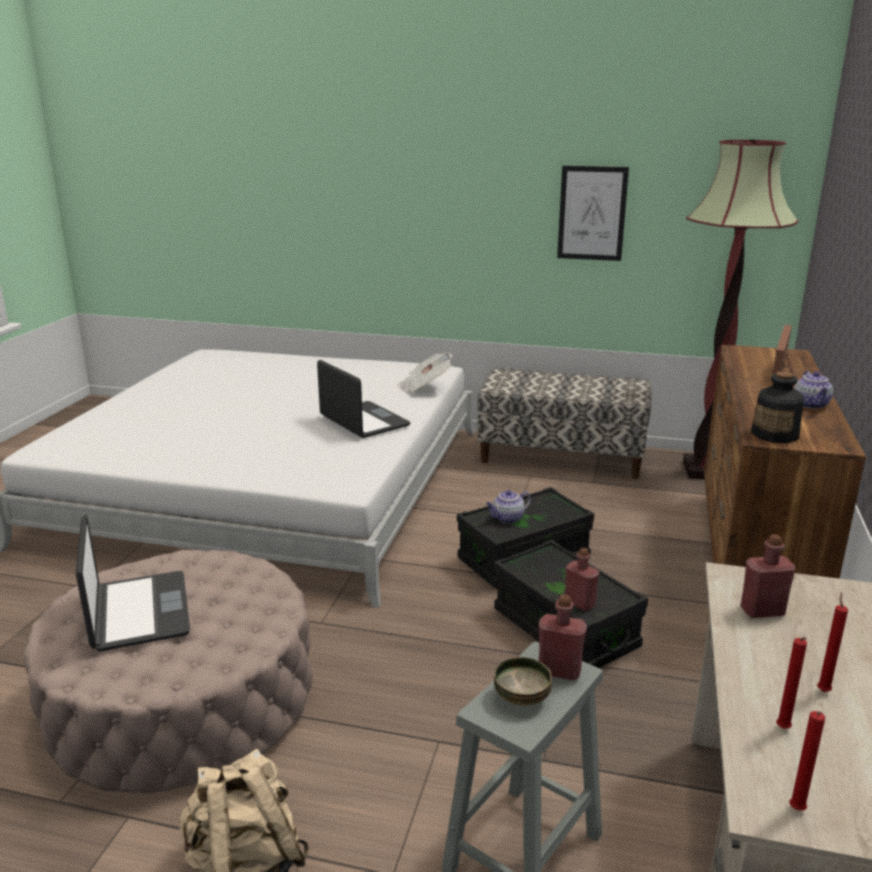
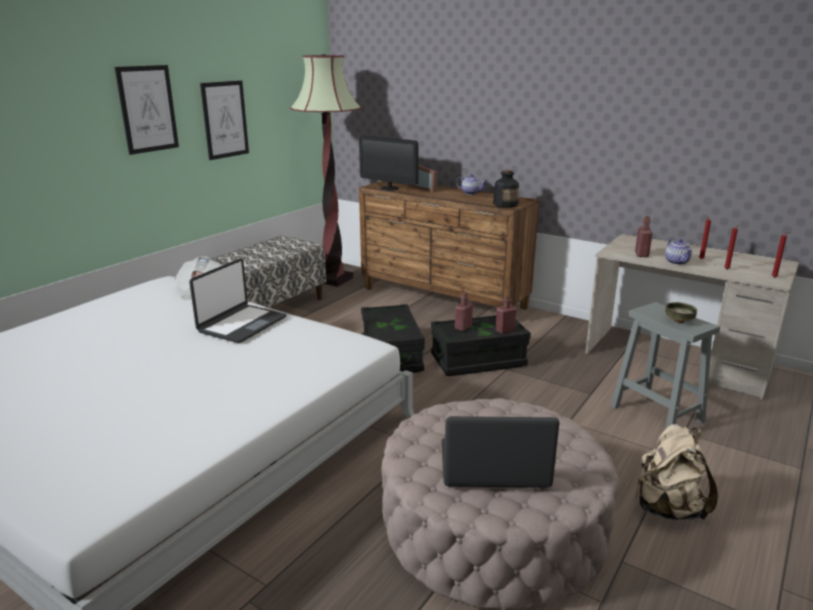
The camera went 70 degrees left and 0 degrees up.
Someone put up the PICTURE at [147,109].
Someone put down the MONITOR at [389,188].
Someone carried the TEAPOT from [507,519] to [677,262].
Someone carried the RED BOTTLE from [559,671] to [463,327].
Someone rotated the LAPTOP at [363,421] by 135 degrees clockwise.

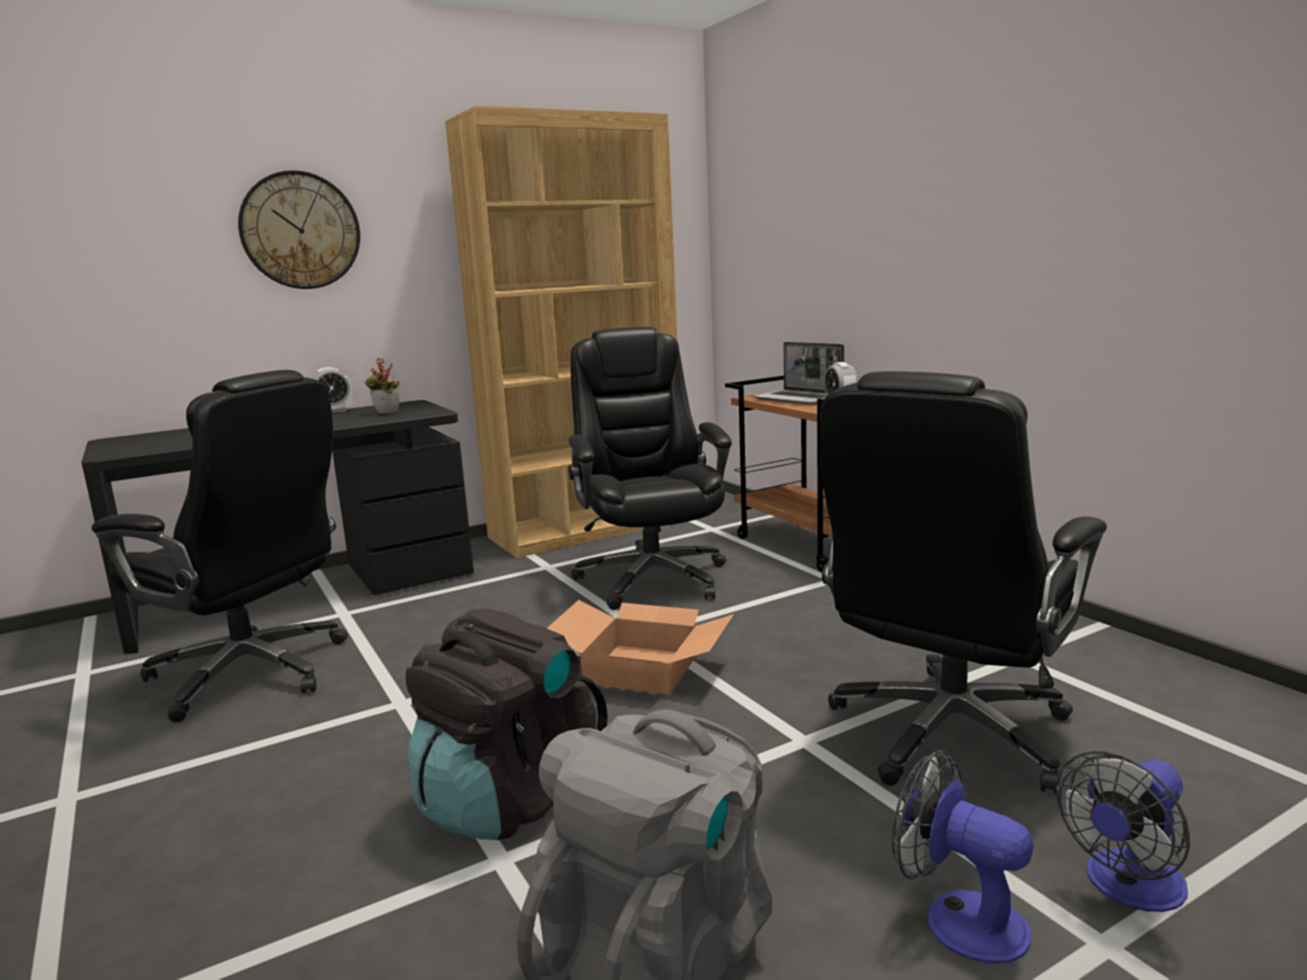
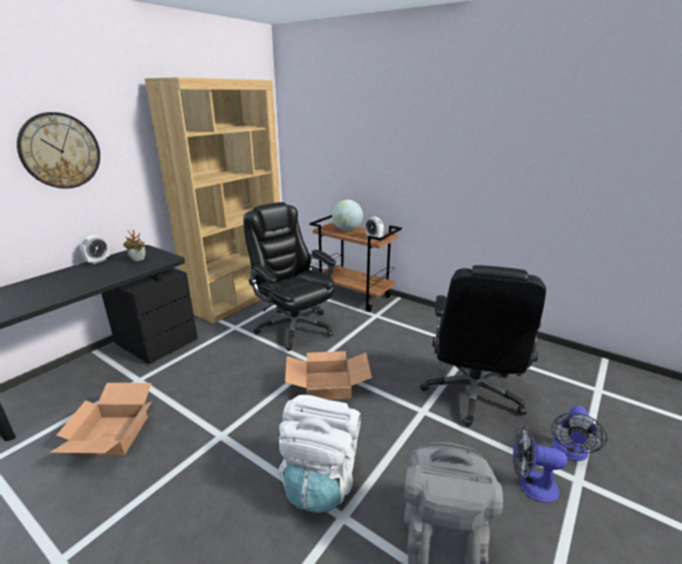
The camera went 25 degrees left and 10 degrees up.
Someone swapped the BLACK OFFICE CHAIR at [252,673] for the CARDBOARD BOX at [113,435].
Someone swapped the LAPTOP at [799,399] for the GLOBE at [347,230].
Someone repainted the BLACK BACKPACK at [509,798], which became the WHITE BACKPACK at [321,479].

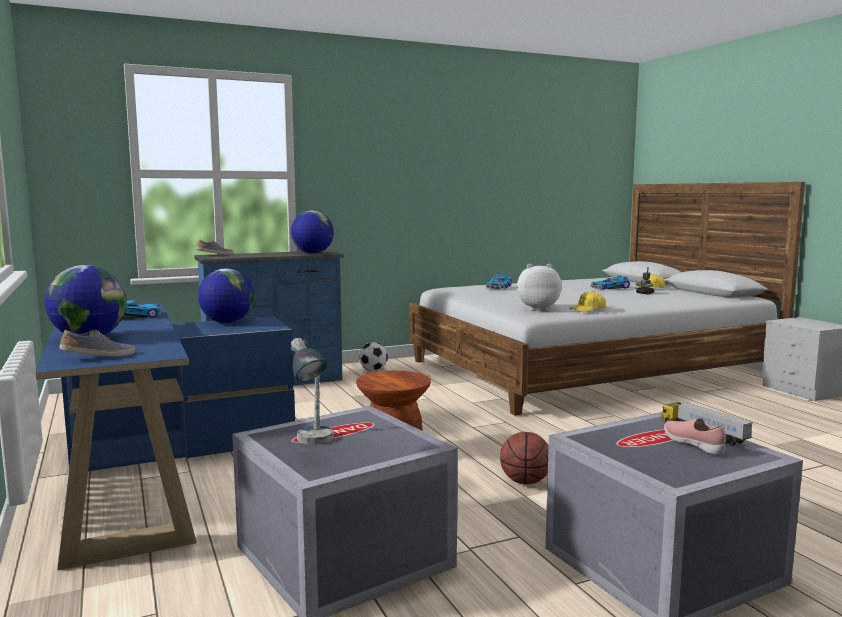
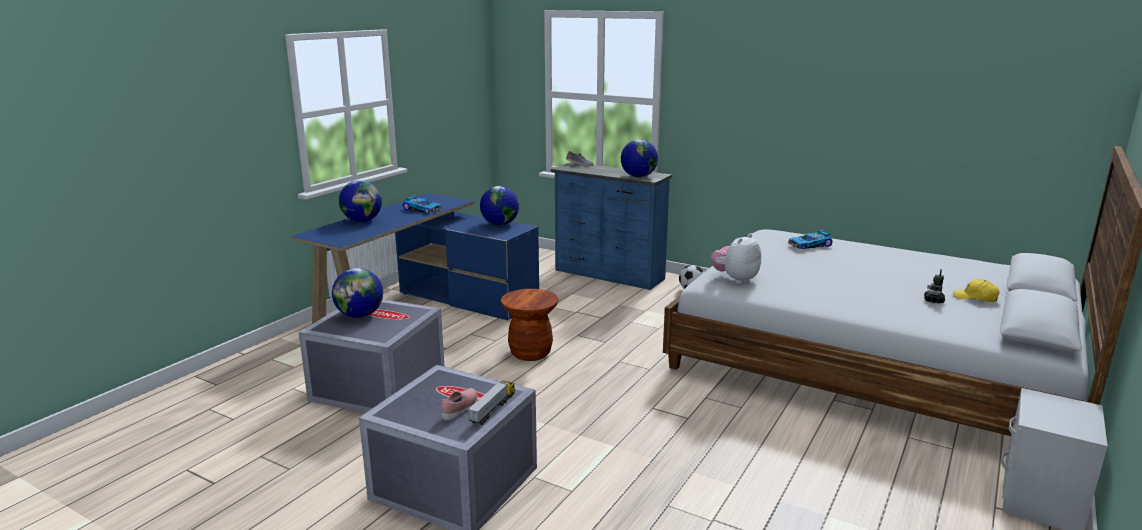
The camera went 55 degrees right and 10 degrees up.
Someone took away the SHOE at [99,357].
Someone took away the BASKETBALL at [525,481].
Someone took away the YELLOW CAP at [588,309].
Someone took away the TOY CAR at [610,288].
Someone swapped the TABLE LAMP at [314,444] for the GLOBE at [360,315].
Someone rotated the PLUSH TOY at [537,309] by 105 degrees counterclockwise.

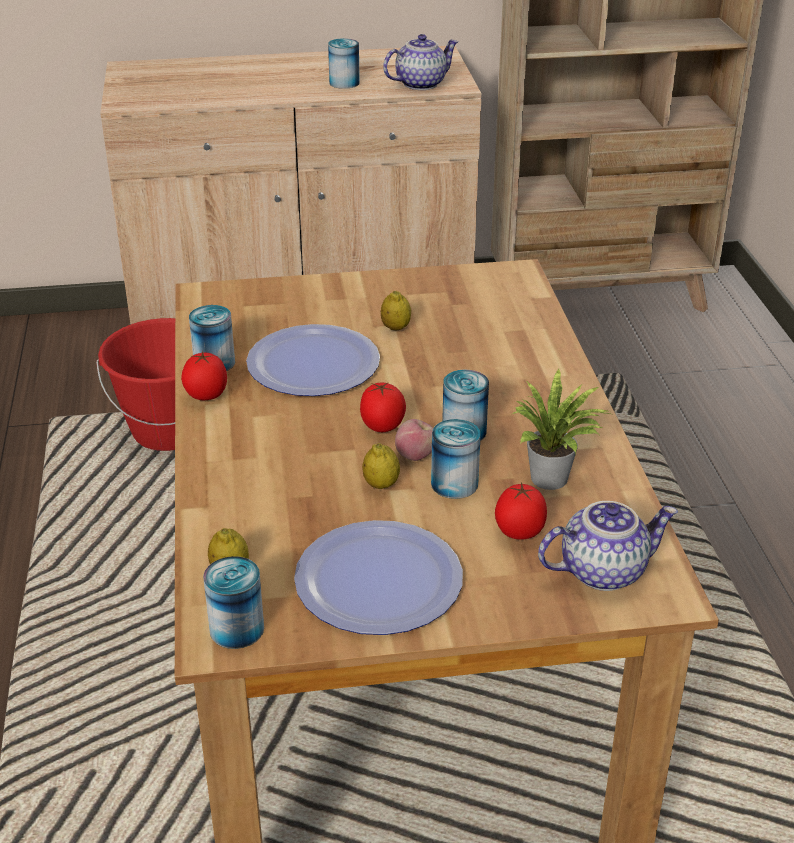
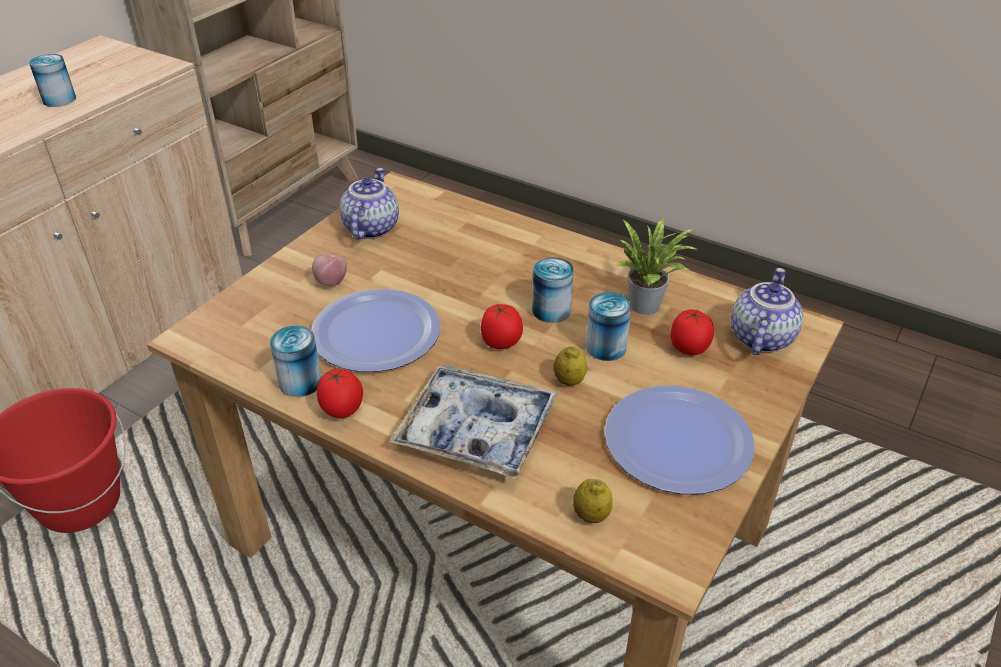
The camera went 50 degrees left and 5 degrees up.
Someone took away the CAN at [237,629].
Someone took away the LEMON at [395,328].
Someone put down the TRAY at [476,430].
Someone carried the TEAPOT from [420,84] to [370,228].
Someone carried the APPLE from [416,455] to [331,282].

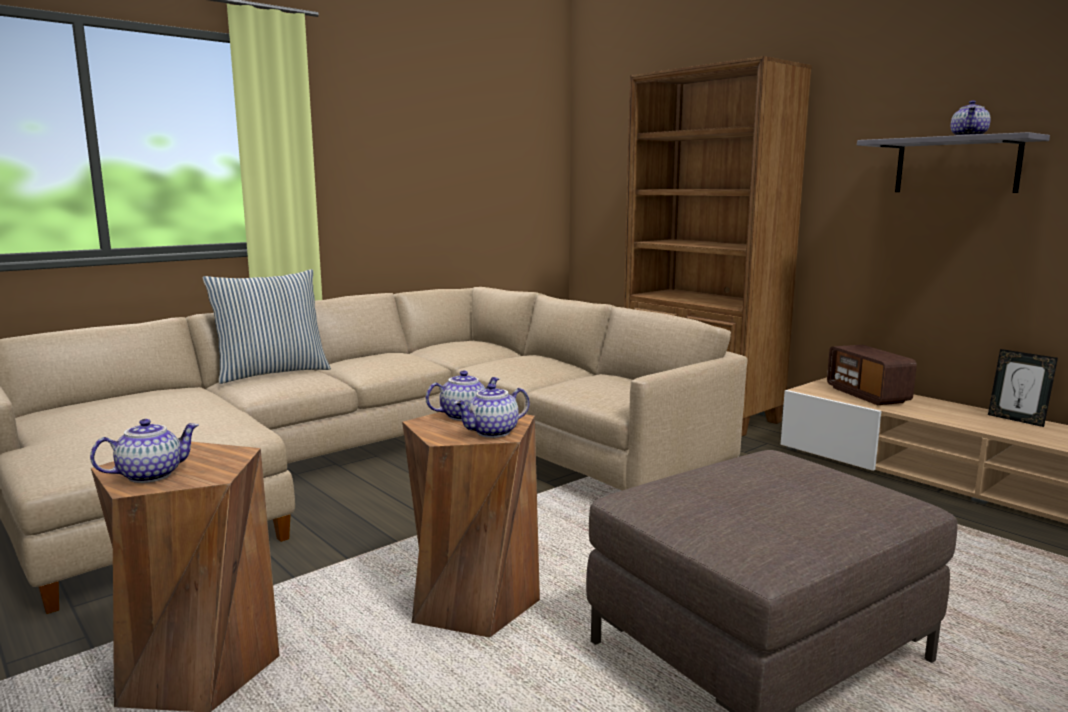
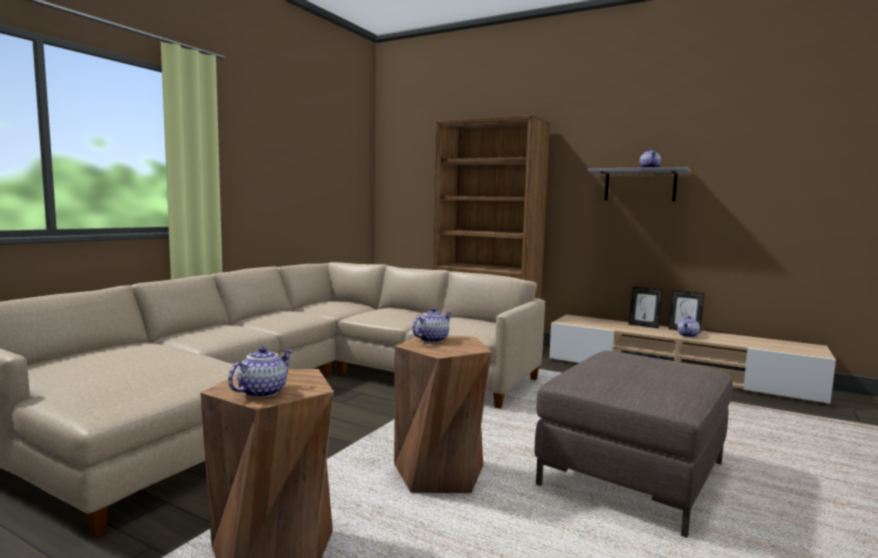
The camera went 20 degrees left and 5 degrees down.
Someone took away the PILLOW at [272,373].
Someone took away the RADIO at [867,395].
Someone put down the PICTURE FRAME at [644,325].
Someone carried the TEAPOT from [493,432] to [688,336].

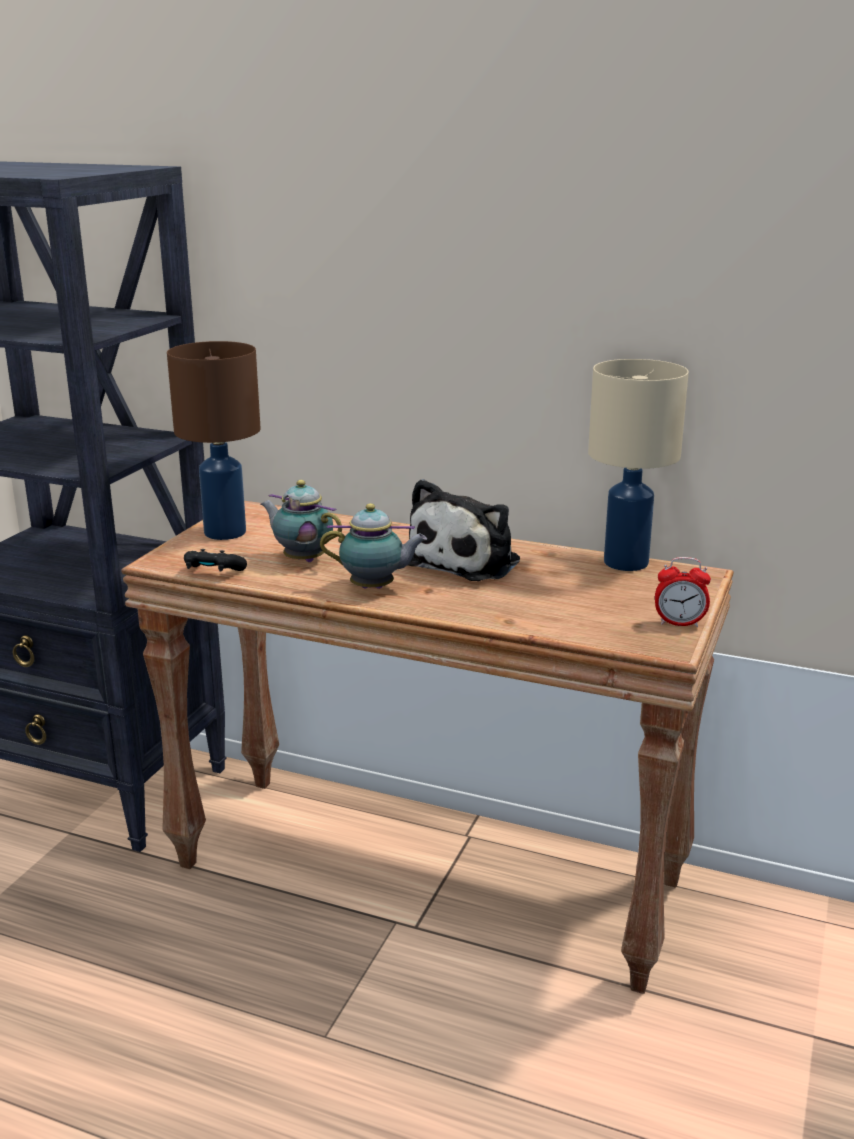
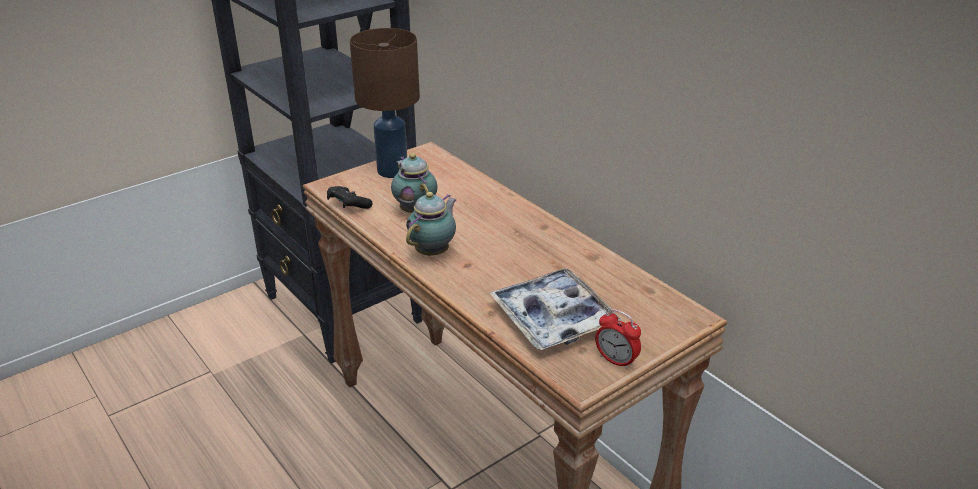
The camera went 30 degrees right and 10 degrees up.
Someone took away the PLUSH TOY at [468,561].
Someone took away the BEIGE TABLE LAMP at [627,562].
Someone put down the TRAY at [553,318].
Someone rotated the TEAPOT at [375,588] by 90 degrees counterclockwise.

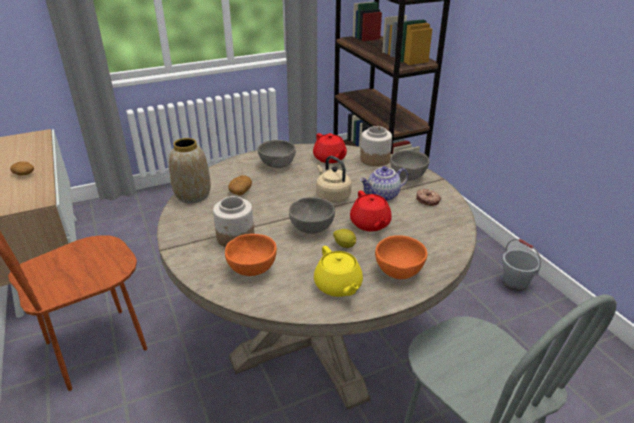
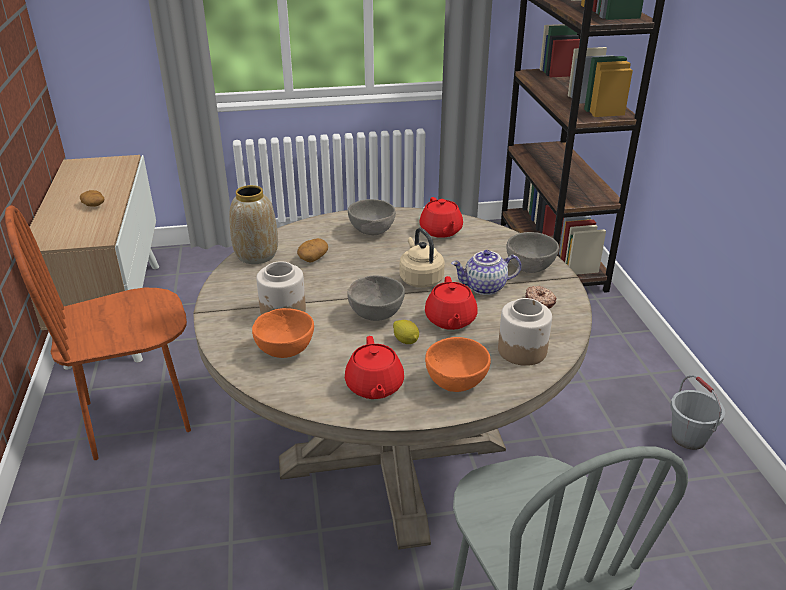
The camera went 15 degrees right and 0 degrees up.
Someone carried the JAR from [375,159] to [522,350].
Someone repainted the YELLOW TEAPOT at [338,286], which became the RED TEAPOT at [374,387].

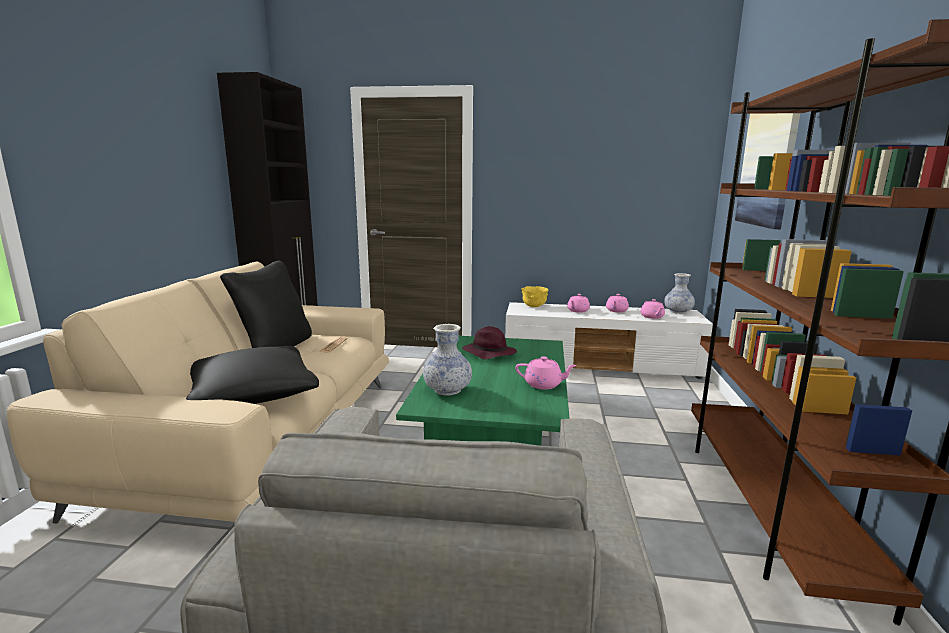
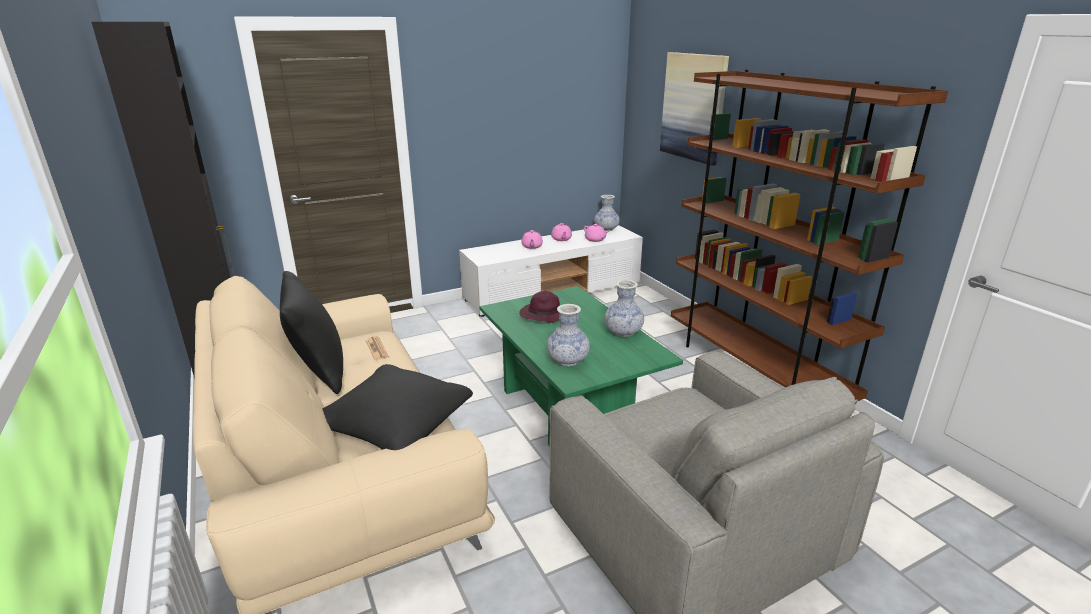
The camera went 35 degrees left and 10 degrees up.
Someone took away the YELLOW BOWL at [534,306].
Someone swapped the PINK TEAPOT at [544,384] for the VASE at [623,332].

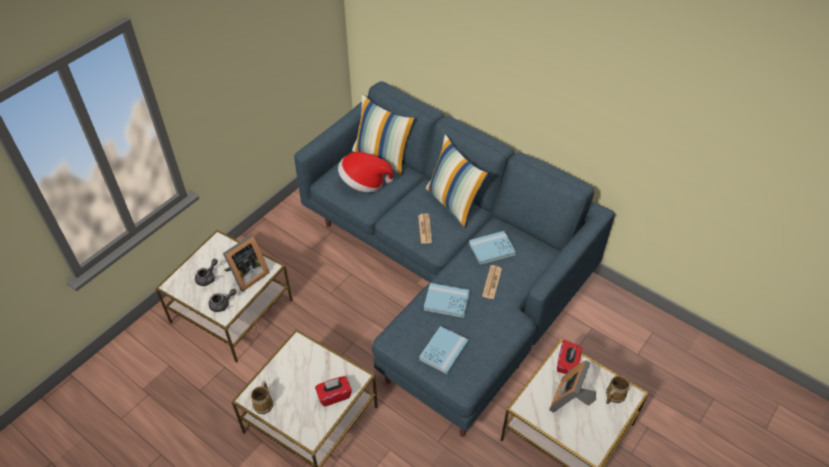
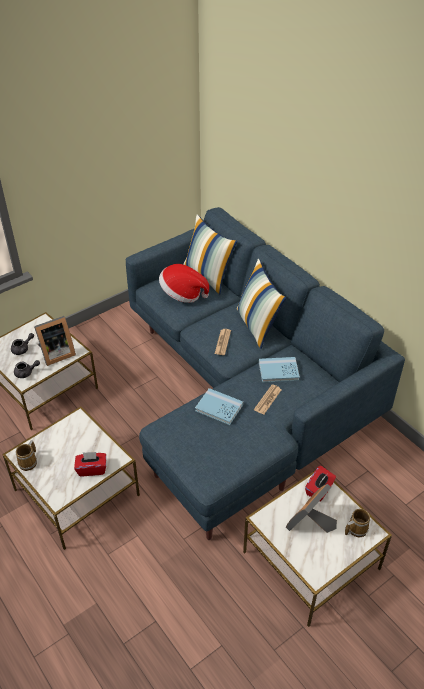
The camera went 15 degrees right and 5 degrees down.
Someone took away the BLUE BOOK at [443,351].

